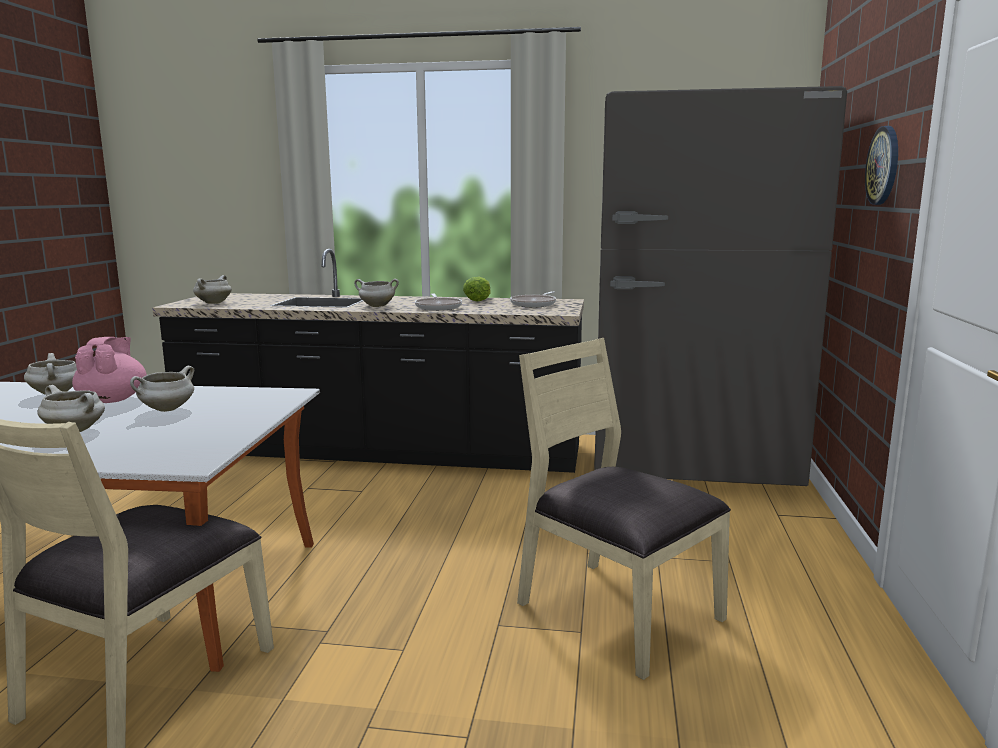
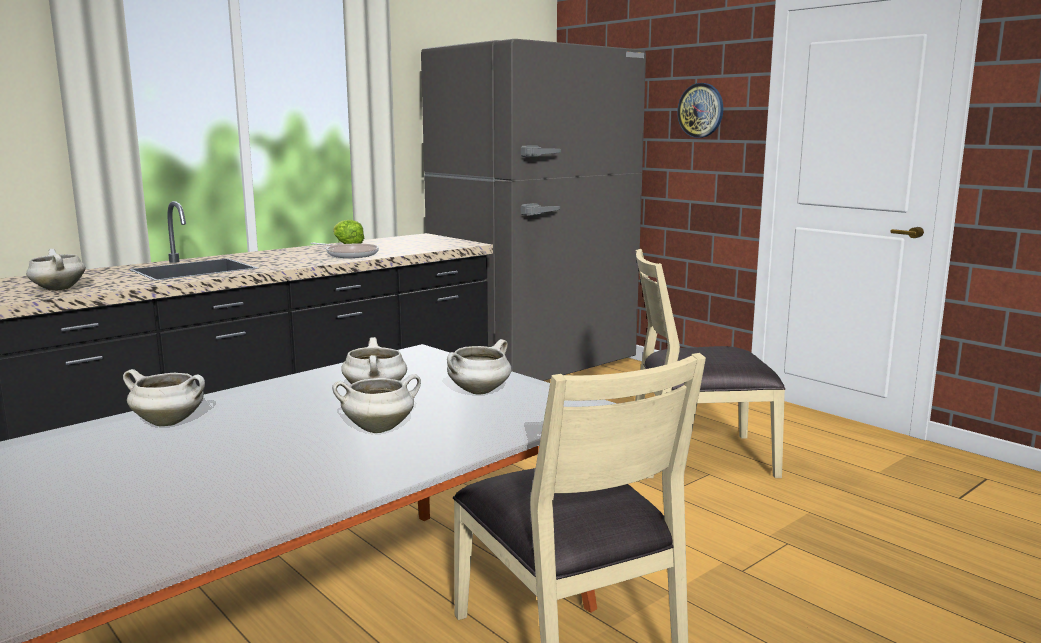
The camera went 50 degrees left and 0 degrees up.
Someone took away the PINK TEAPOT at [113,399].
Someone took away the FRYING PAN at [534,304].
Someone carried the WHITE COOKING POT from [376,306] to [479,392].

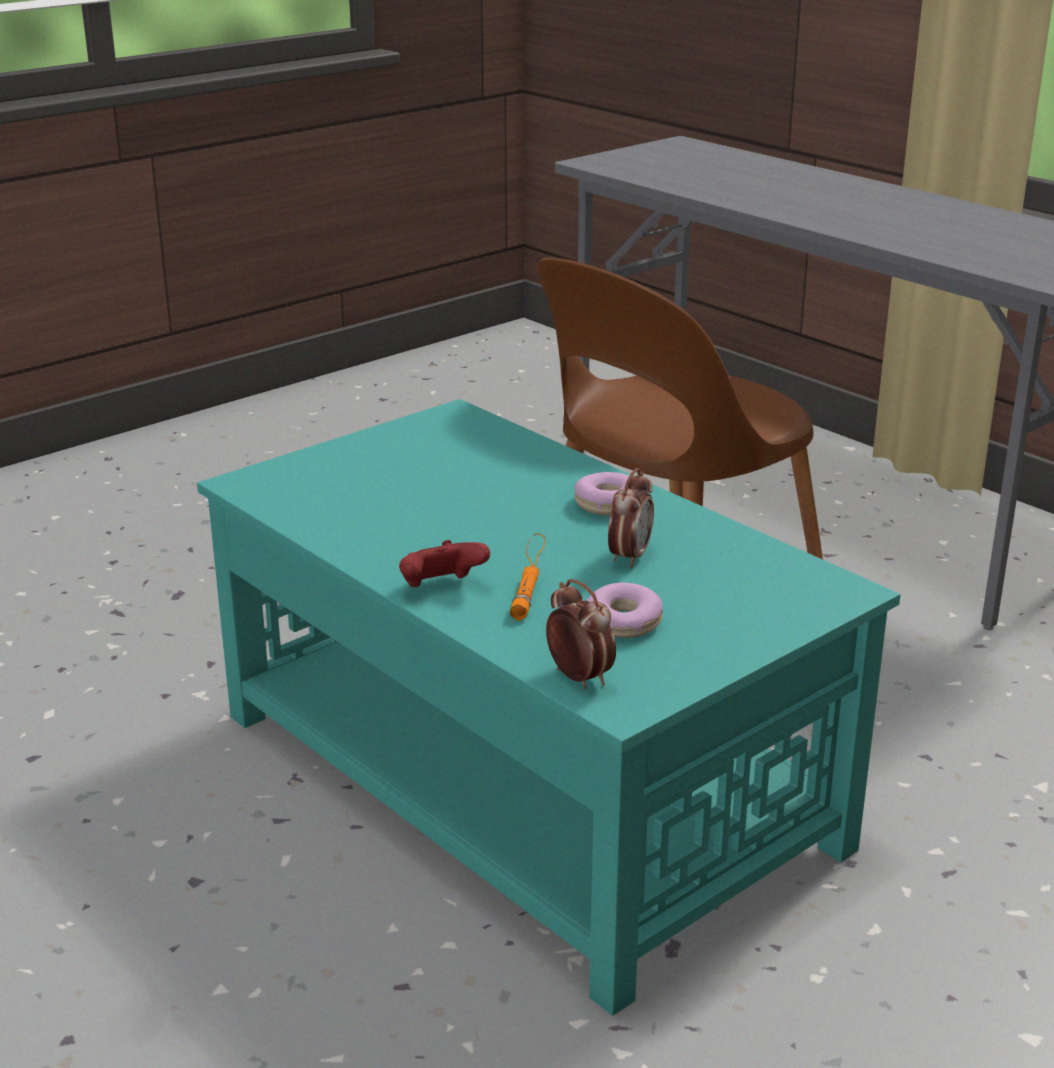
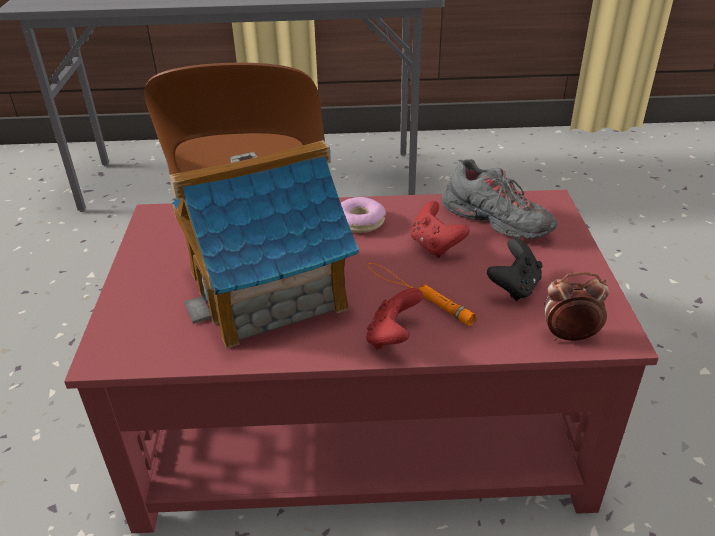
The camera went 50 degrees left and 10 degrees up.
Someone put down the TOY HOUSE at [268,291].
Someone put down the GREY SHOE at [496,221].
Someone swapped the DONUT at [623,622] for the BLACK GAME CONTROLLER at [514,287].
Someone swapped the ALARM CLOCK at [629,556] for the RED GAME CONTROLLER at [435,246].
Someone repainted the TURQUOISE COFFEE TABLE at [523,777], which became the RED COFFEE TABLE at [358,422].

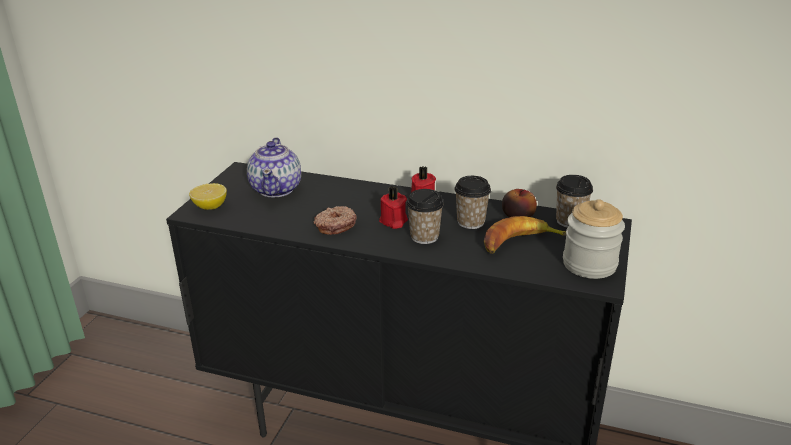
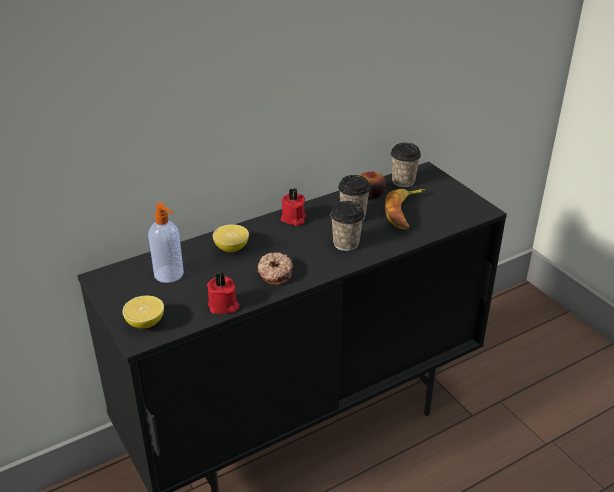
The camera went 50 degrees left and 5 degrees up.
Someone took away the JAR at [589,264].
Someone put down the LEMON at [231,248].
Someone carried the RED CANDLE from [393,221] to [223,306].
Someone swapped the TEAPOT at [276,189] for the SOAP DISPENSER at [169,274].

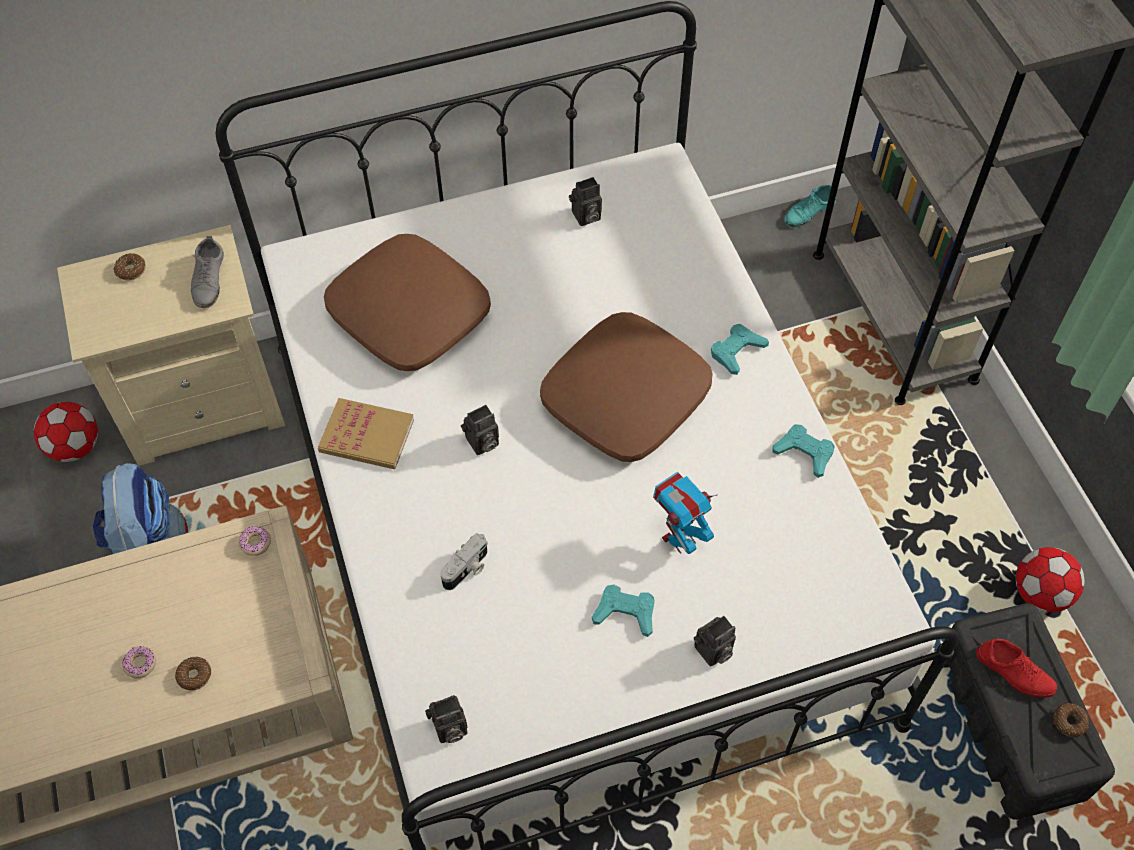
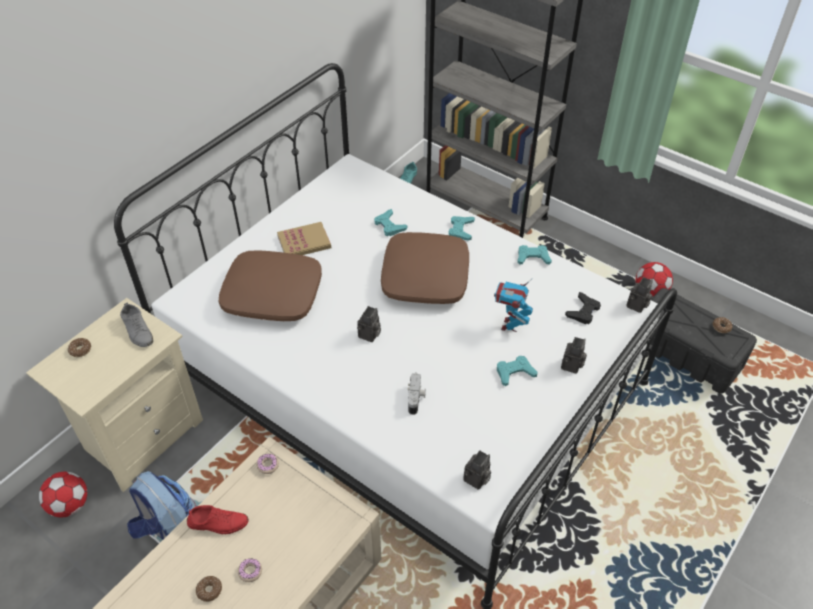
The camera went 35 degrees left and 10 degrees down.
Someone put down the TURQUOISE GAME CONTROLLER at [389,226].
Someone put down the BLACK GAME CONTROLLER at [583,311].
Someone carried the DONUT from [194,675] to [209,590].
Someone carried the BOOK from [367,436] to [304,242].
Someone carried the PHOTO CAMERA from [585,217] to [637,306].
Someone carried the RED SHOE from [1014,672] to [218,523].

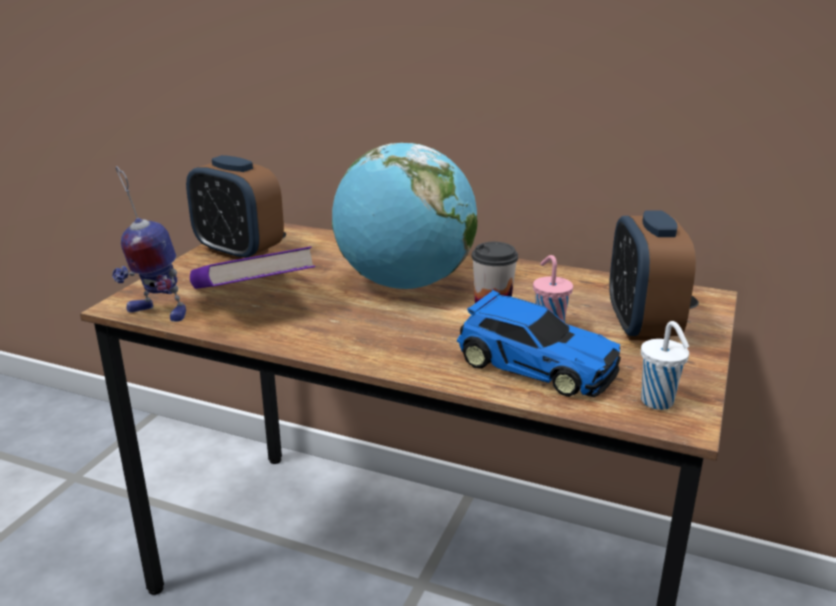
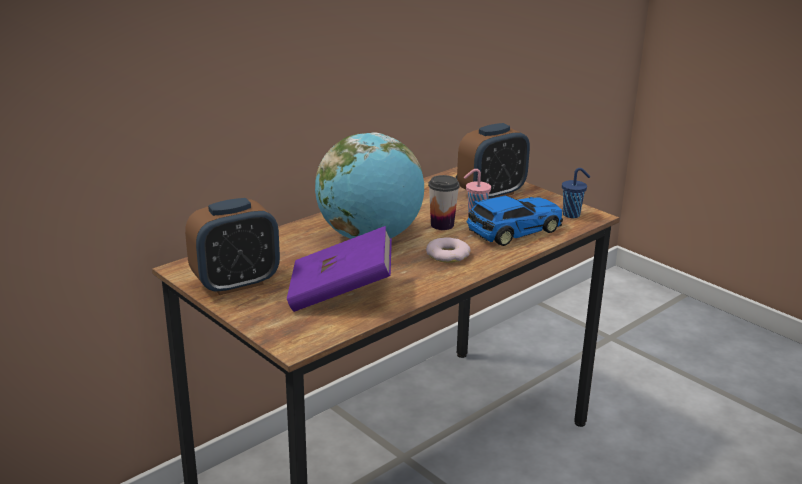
The camera went 65 degrees left and 0 degrees up.
Someone took away the TOY ROBOT at [156,313].
Someone put down the DONUT at [448,255].
Someone repainted the WHITE CUP at [658,403], which became the BLUE CUP at [572,215].
Someone rotated the ALARM CLOCK at [641,325] by 60 degrees counterclockwise.

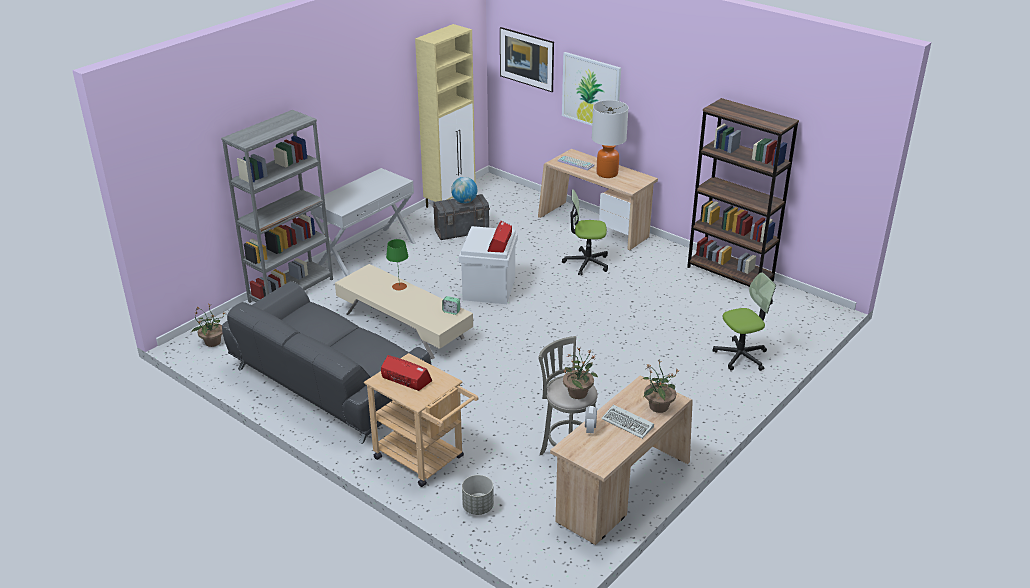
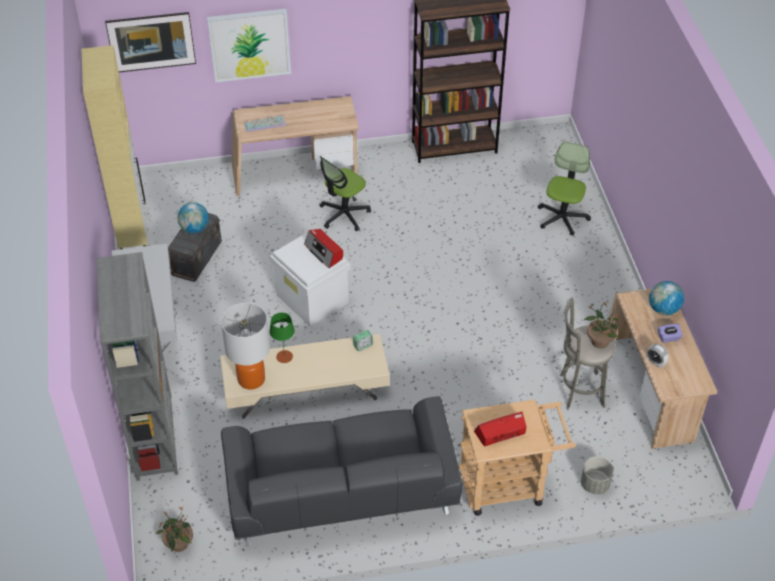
The camera went 50 degrees left and 15 degrees up.
Someone carried the TABLE LAMP from [607,173] to [251,379].
Someone swapped the KEYBOARD at [628,424] for the PURPLE TISSUE BOX at [668,338].
Someone swapped the POTTED PLANT at [658,407] for the GLOBE at [663,309].

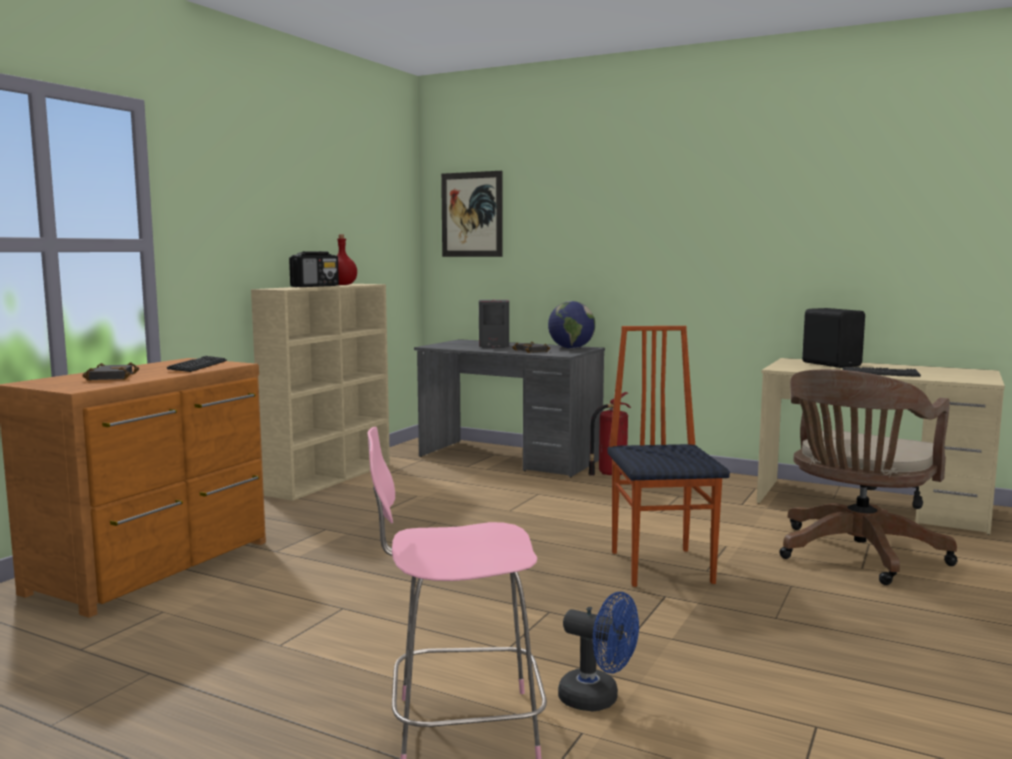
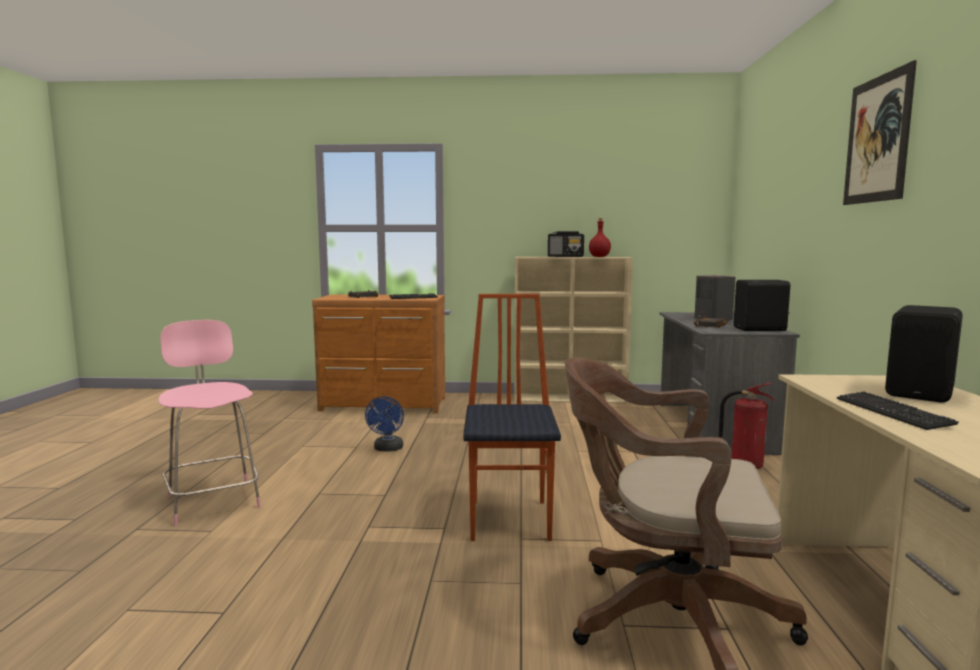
The camera went 65 degrees right and 0 degrees up.
Someone carried the PICTURE from [472,214] to [877,139].
Someone carried the BLUE FAN from [598,699] to [387,449].
Someone swapped the GLOBE at [571,348] for the BLACK SPEAKER at [761,329].
Someone rotated the CHAIR at [662,566] by 60 degrees counterclockwise.

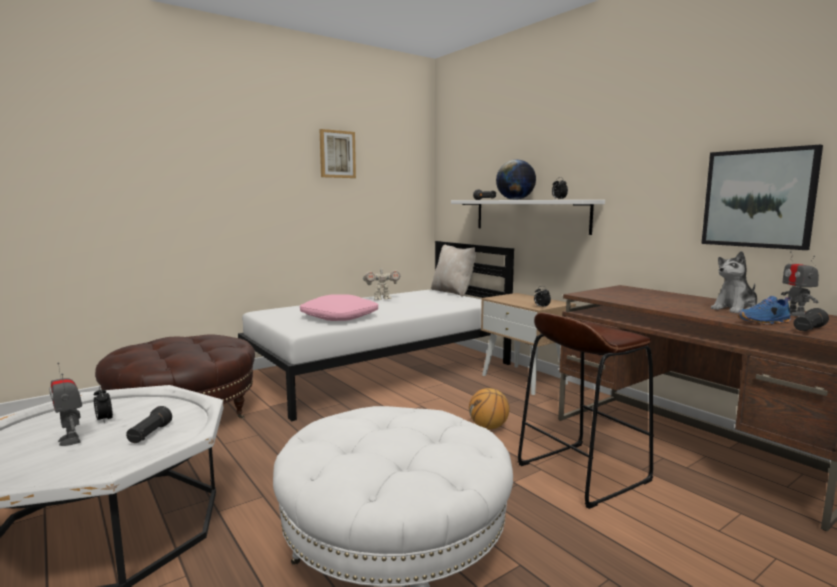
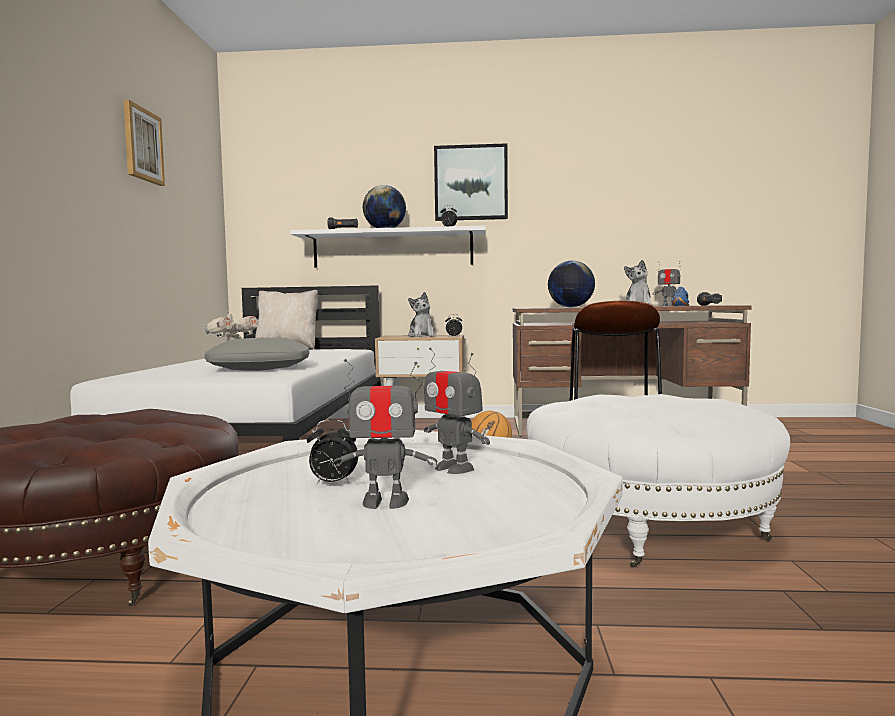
The camera went 50 degrees left and 5 degrees down.
Someone put down the PLUSH TOY at [421,336].
Someone put down the GLOBE at [571,307].
Someone carried the PICTURE from [758,198] to [471,183].
Someone swapped the BLACK FLASHLIGHT at [149,435] for the TOY ROBOT at [454,468].
Someone repainted the PINK PILLOW at [340,317], which became the GREY PILLOW at [260,368].

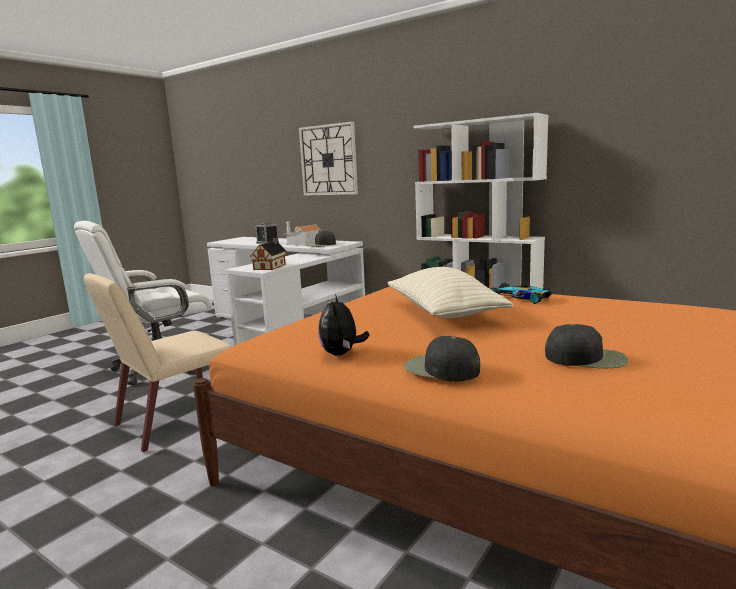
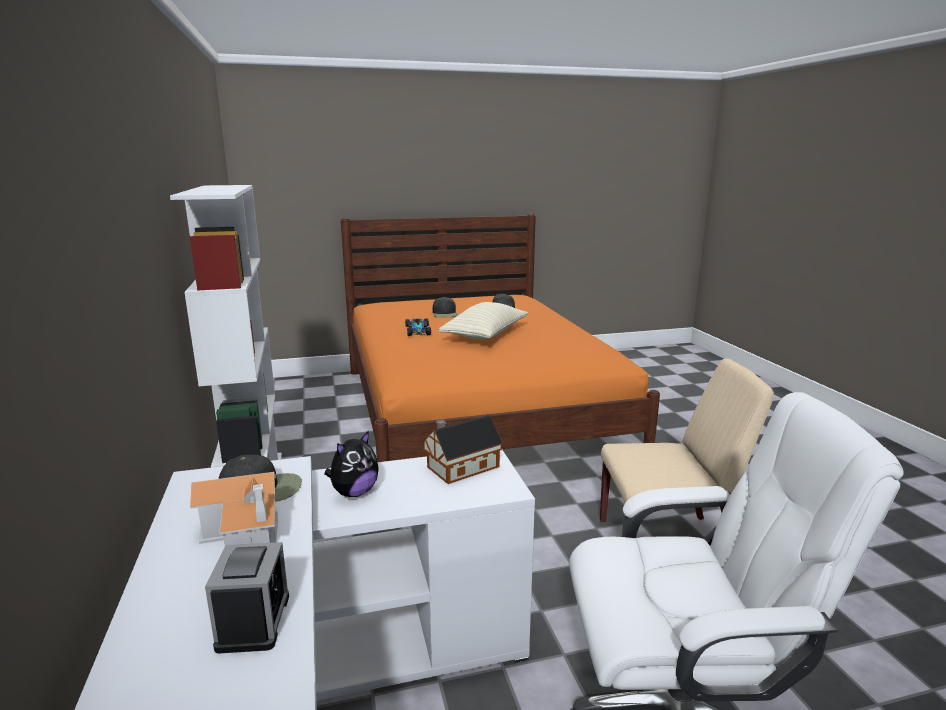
The camera went 140 degrees left and 5 degrees up.
Someone took away the WALL CLOCK at [328,160].
Someone carried the PLUSH TOY from [341,354] to [354,492].
Someone carried the BLACK CAP from [440,369] to [445,314].

